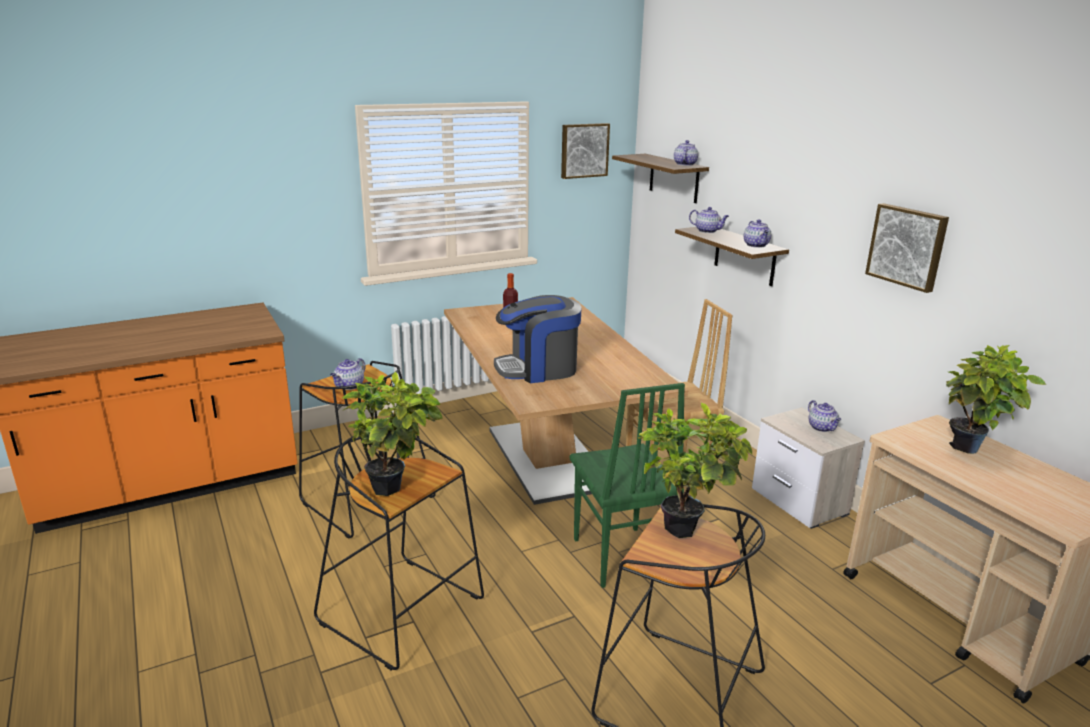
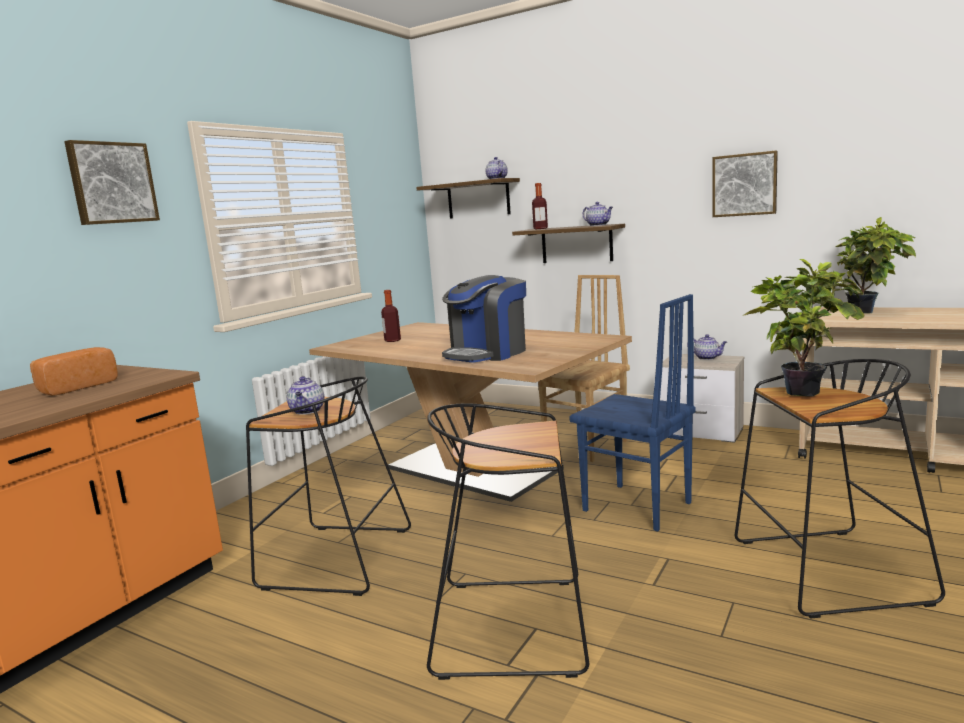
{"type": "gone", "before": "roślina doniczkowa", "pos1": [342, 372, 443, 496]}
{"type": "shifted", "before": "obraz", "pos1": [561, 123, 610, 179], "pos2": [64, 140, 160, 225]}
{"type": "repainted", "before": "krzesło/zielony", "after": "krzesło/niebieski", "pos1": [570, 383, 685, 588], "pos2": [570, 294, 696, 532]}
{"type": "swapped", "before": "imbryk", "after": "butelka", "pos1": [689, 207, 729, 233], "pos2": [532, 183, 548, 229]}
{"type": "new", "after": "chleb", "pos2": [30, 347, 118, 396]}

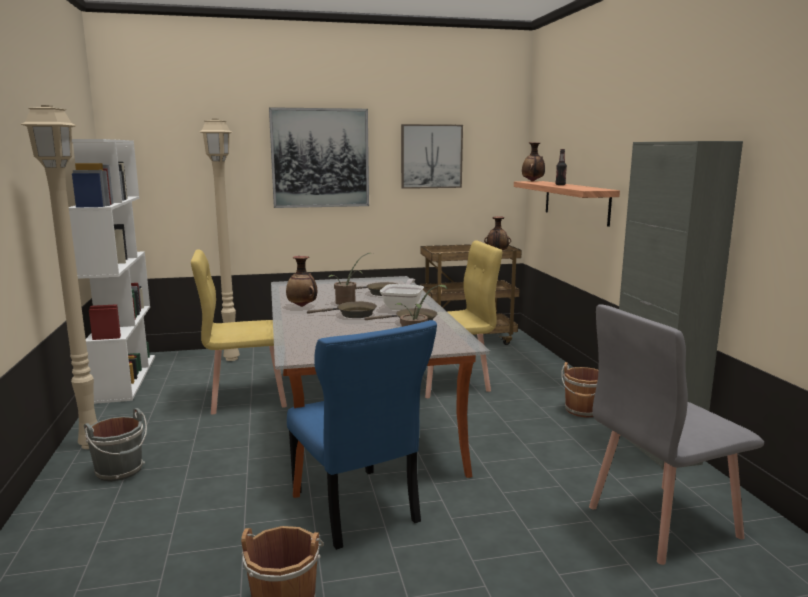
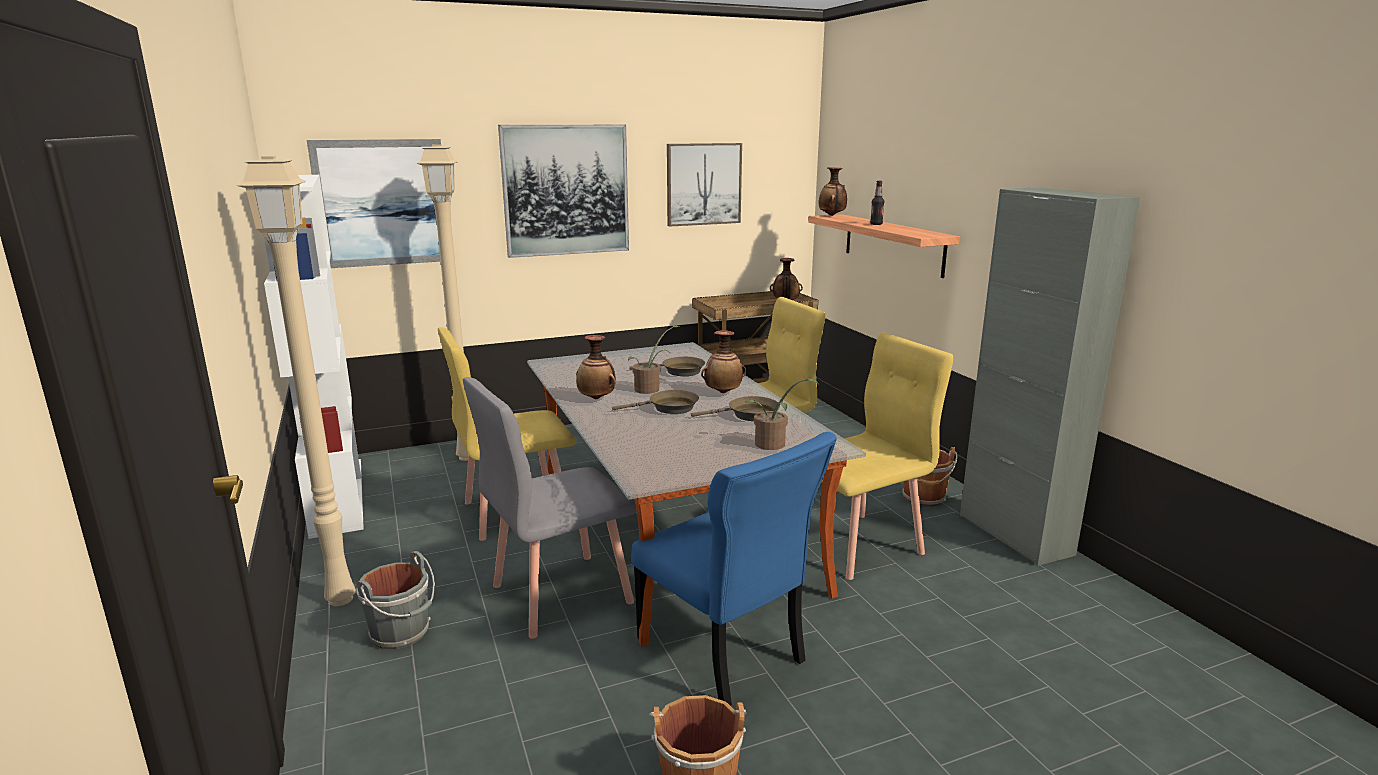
{"type": "swapped", "before": "patelnia", "after": "wazon", "pos1": [380, 279, 424, 310], "pos2": [701, 330, 746, 393]}
{"type": "shifted", "before": "krzesło/szary", "pos1": [589, 304, 764, 565], "pos2": [463, 377, 637, 639]}
{"type": "new", "after": "obraz", "pos2": [307, 139, 441, 268]}
{"type": "new", "after": "krzesło/żółty", "pos2": [822, 333, 953, 580]}

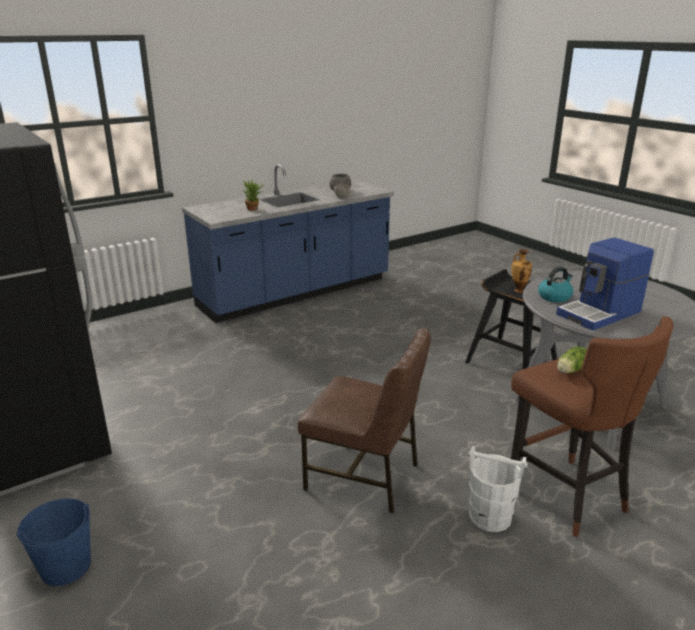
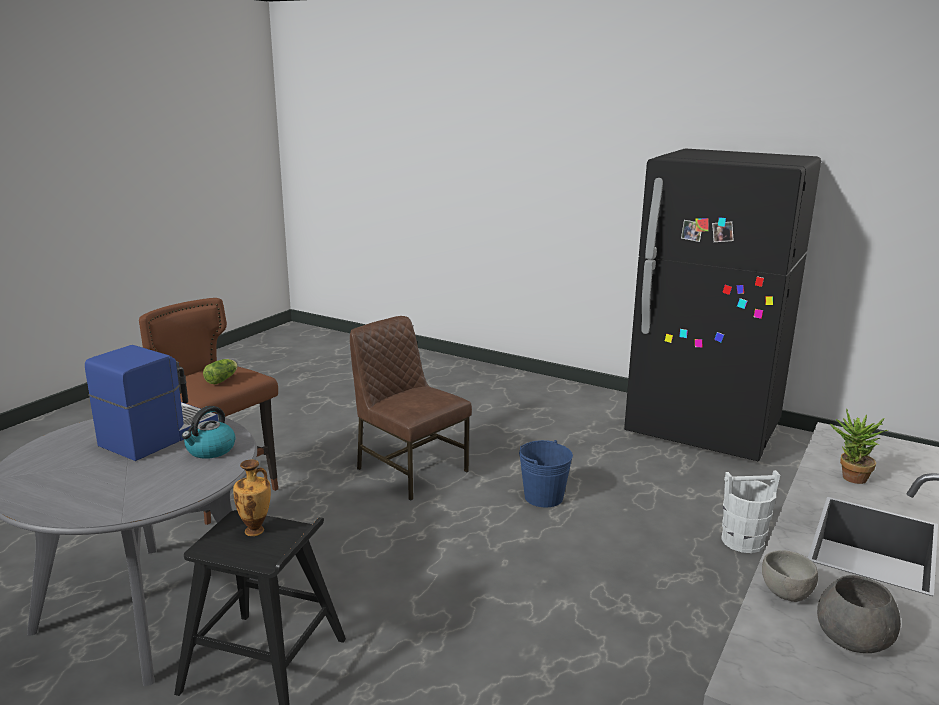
{"type": "shifted", "before": "wiadro/niebieski", "pos1": [16, 499, 91, 586], "pos2": [519, 440, 573, 507]}
{"type": "rotated", "before": "krzesło/brązowy", "pos1": [298, 328, 431, 513], "pos2": [350, 316, 472, 500], "turn": 45}
{"type": "shifted", "before": "wiadro/biały", "pos1": [469, 446, 527, 532], "pos2": [721, 470, 780, 553]}

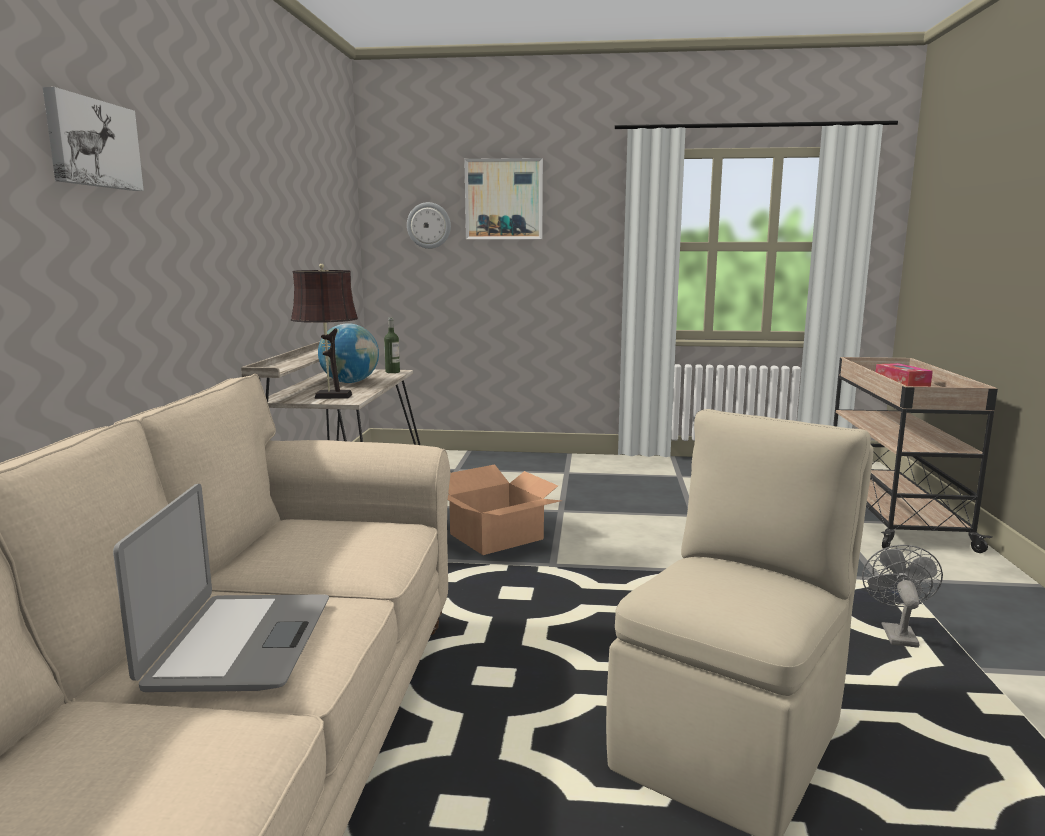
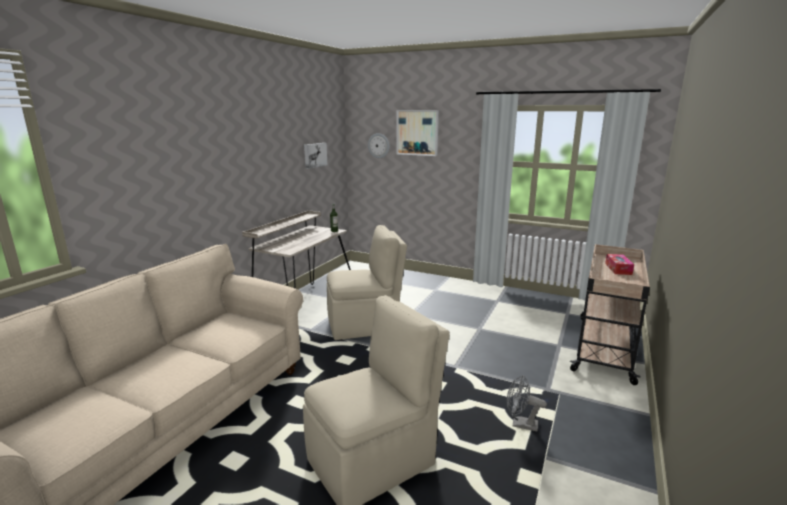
{"type": "shifted", "before": "obraz", "pos1": [43, 87, 144, 191], "pos2": [304, 143, 327, 169]}
{"type": "gone", "before": "laptop", "pos1": [113, 484, 329, 692]}
{"type": "gone", "before": "lampa stołowa/brązowy", "pos1": [291, 264, 358, 399]}
{"type": "gone", "before": "globus", "pos1": [318, 323, 379, 383]}
{"type": "swapped", "before": "karton", "after": "krzesło/beżowy", "pos1": [448, 464, 562, 555], "pos2": [327, 225, 407, 340]}
{"type": "rotated", "before": "wentylator/szary", "pos1": [862, 545, 943, 648], "pos2": [507, 375, 547, 431], "turn": -105}

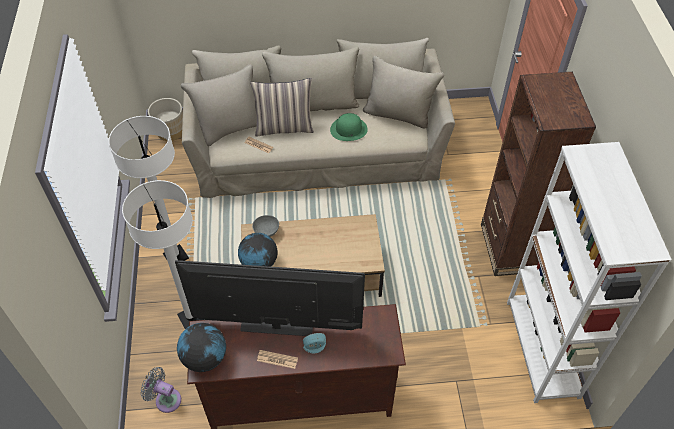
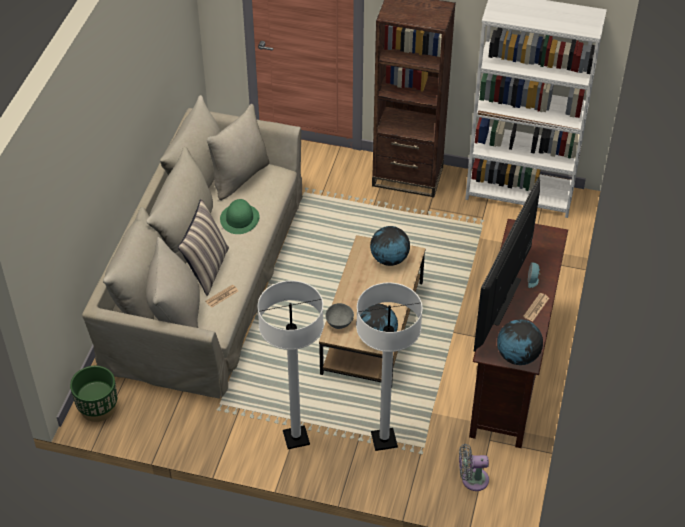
{"type": "rotated", "before": "wentylator/szary", "pos1": [141, 367, 181, 413], "pos2": [459, 444, 489, 491], "turn": 45}
{"type": "repainted", "before": "donica/beżowy", "after": "donica/zielony", "pos1": [148, 98, 183, 141], "pos2": [70, 366, 117, 422]}
{"type": "new", "after": "globus", "pos2": [370, 226, 410, 266]}

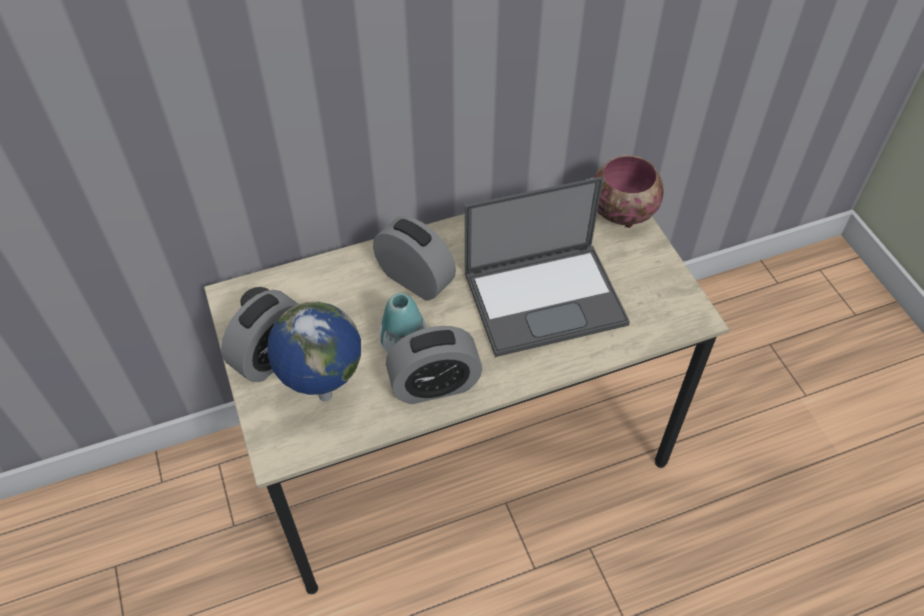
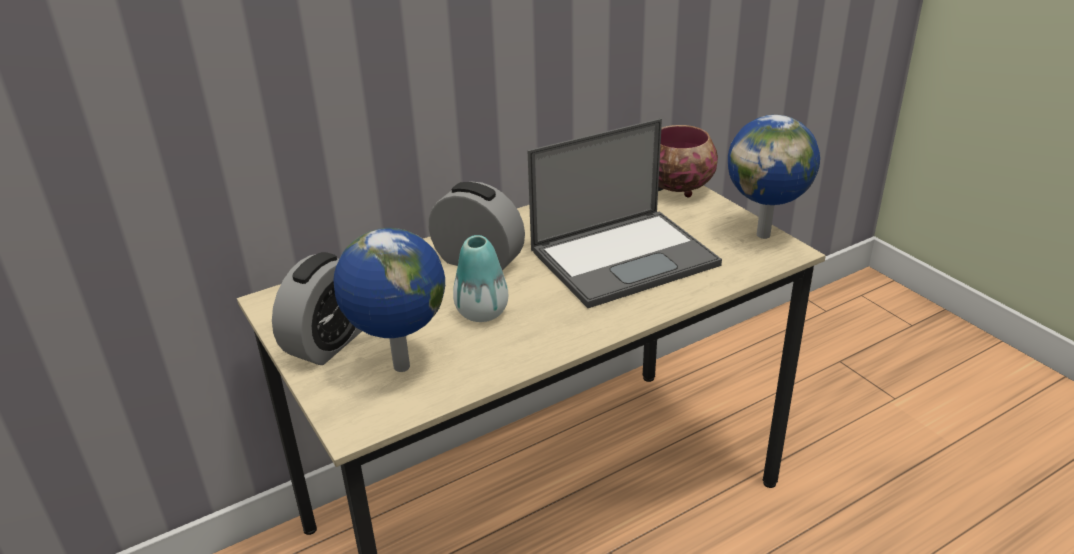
{"type": "gone", "before": "budzik", "pos1": [386, 326, 482, 404]}
{"type": "new", "after": "globus", "pos2": [728, 115, 820, 239]}

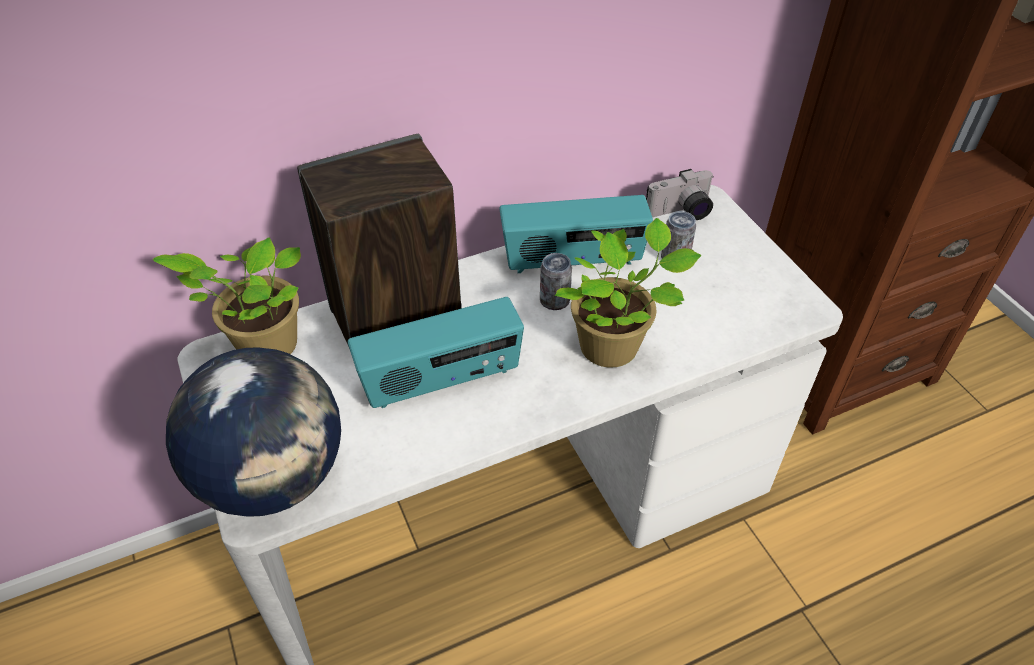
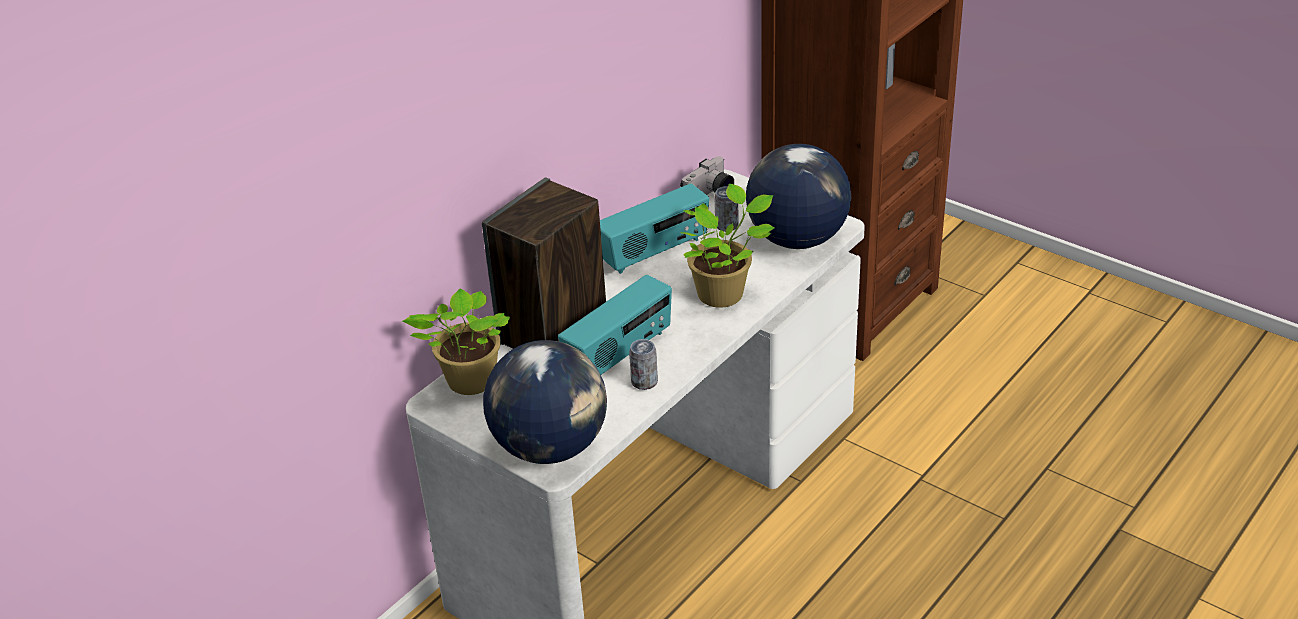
{"type": "shifted", "before": "puszka", "pos1": [540, 253, 572, 310], "pos2": [629, 339, 658, 390]}
{"type": "new", "after": "globus", "pos2": [746, 144, 851, 249]}

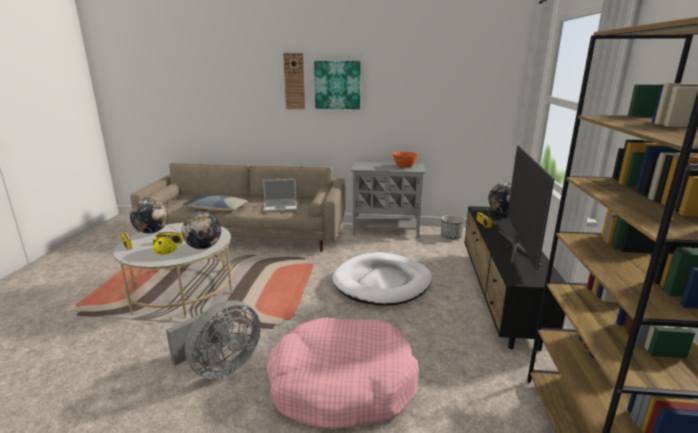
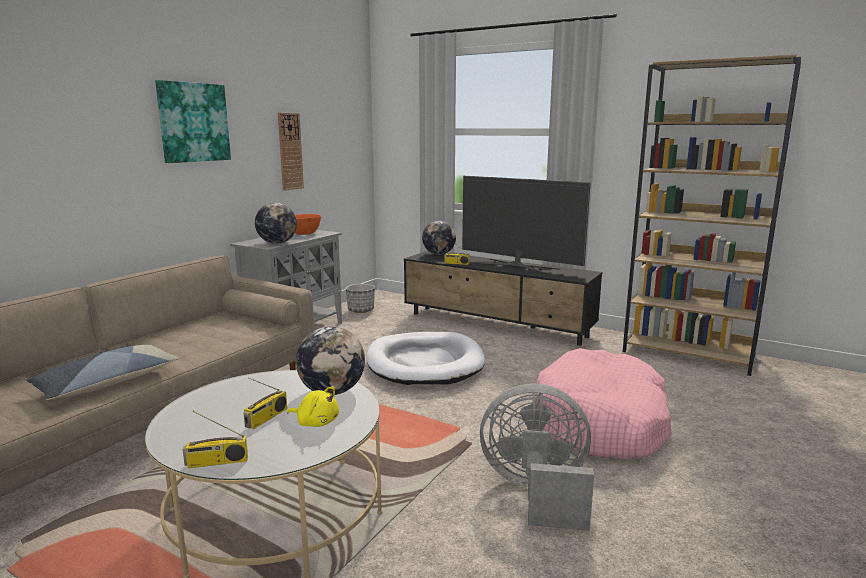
{"type": "shifted", "before": "globus", "pos1": [130, 199, 168, 233], "pos2": [255, 203, 297, 244]}
{"type": "rotated", "before": "wentylator/szary", "pos1": [166, 300, 260, 379], "pos2": [480, 384, 594, 531], "turn": -60}
{"type": "gone", "before": "laptop", "pos1": [263, 179, 297, 212]}
{"type": "shifted", "before": "zegar ścienny", "pos1": [283, 53, 306, 109], "pos2": [278, 113, 304, 191]}

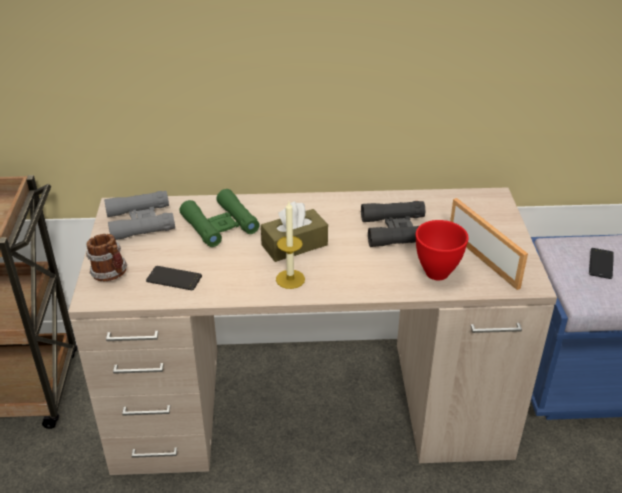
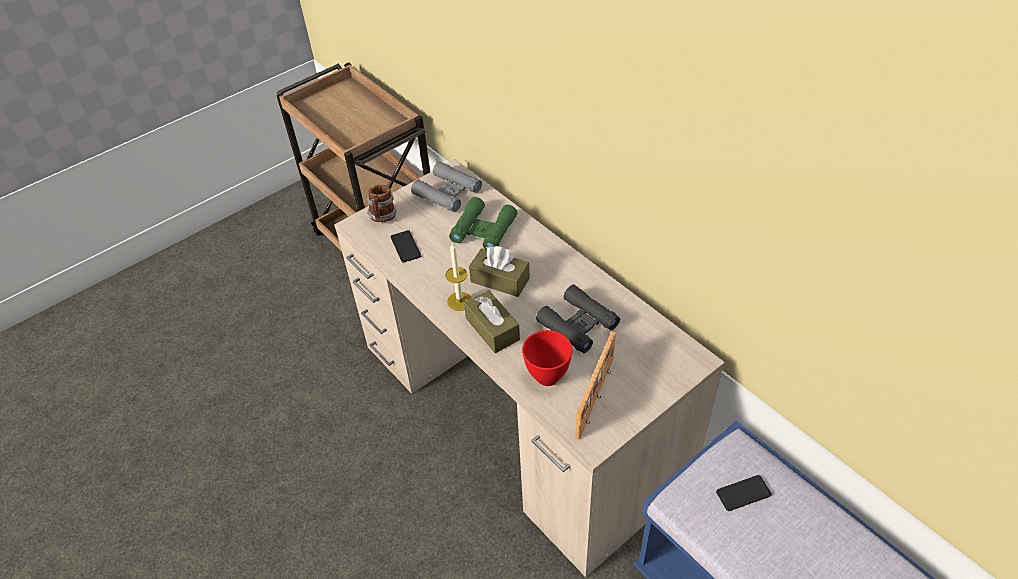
{"type": "new", "after": "pudełko chusteczek/brązowy", "pos2": [464, 290, 520, 353]}

